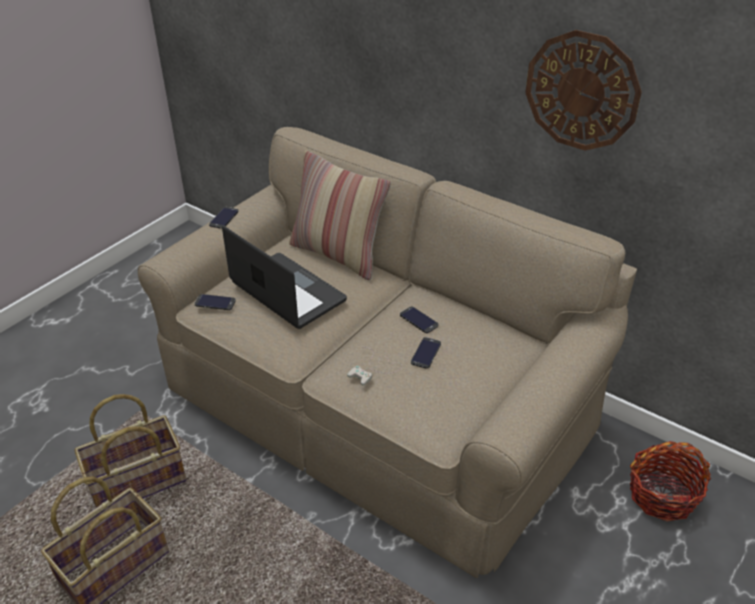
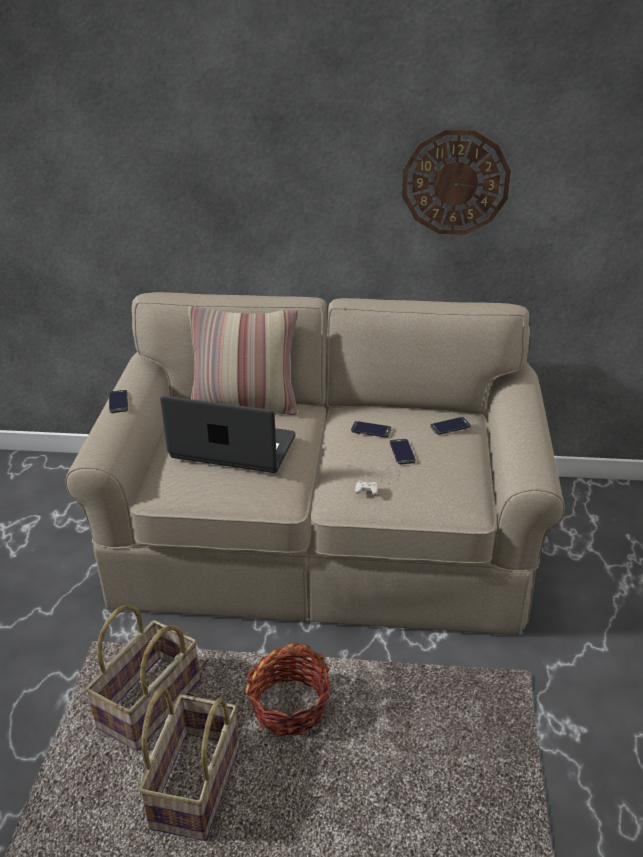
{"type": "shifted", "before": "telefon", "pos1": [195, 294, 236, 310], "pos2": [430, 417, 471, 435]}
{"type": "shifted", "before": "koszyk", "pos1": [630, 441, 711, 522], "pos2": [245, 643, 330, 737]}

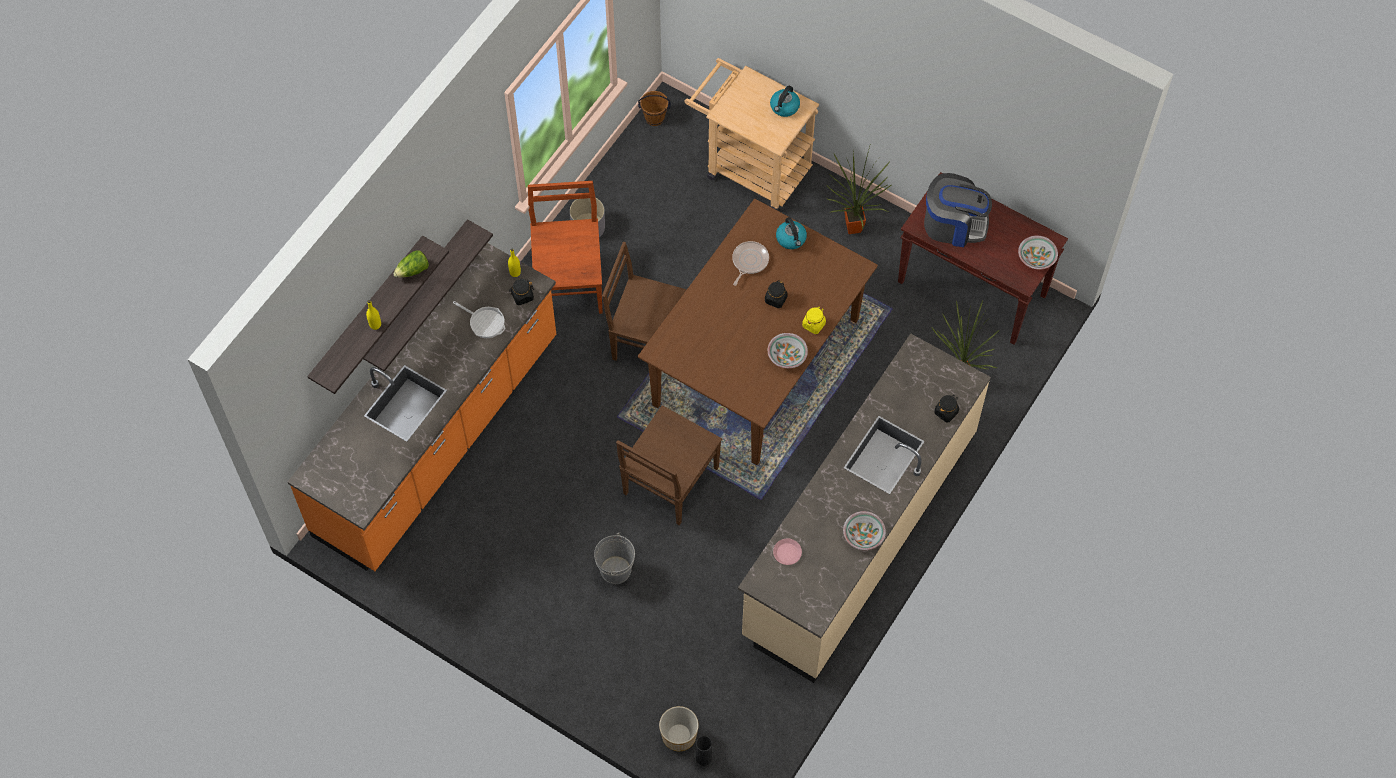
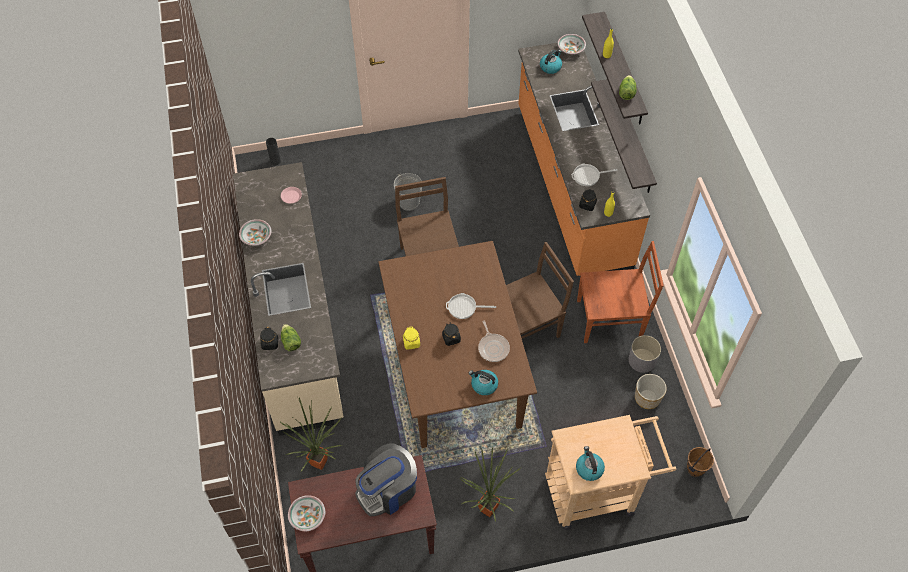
{"type": "rotated", "before": "krzesło/brązowy", "pos1": [528, 181, 602, 314], "pos2": [577, 241, 664, 343], "turn": -45}
{"type": "shifted", "before": "donica", "pos1": [659, 706, 699, 751], "pos2": [635, 374, 667, 409]}
{"type": "shifted", "before": "miska", "pos1": [767, 333, 808, 368], "pos2": [557, 34, 586, 54]}
{"type": "new", "after": "sałata", "pos2": [281, 324, 301, 351]}
{"type": "new", "after": "patelnia", "pos2": [446, 293, 496, 319]}
{"type": "new", "after": "czajnik", "pos2": [540, 50, 562, 74]}

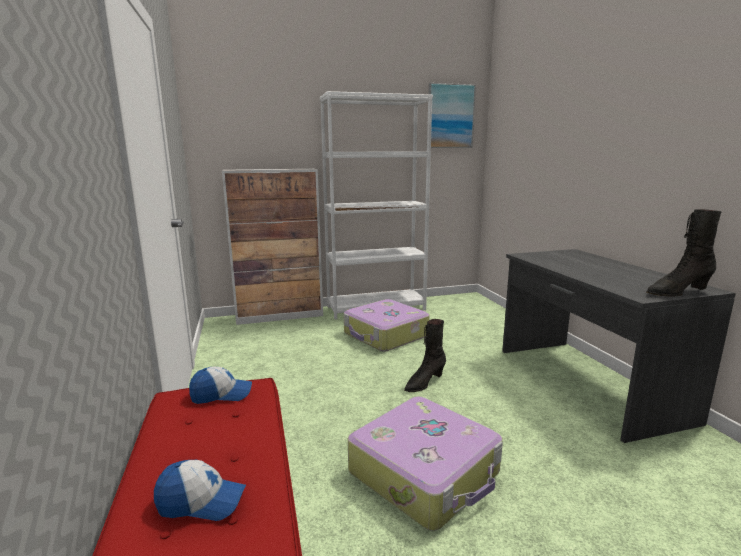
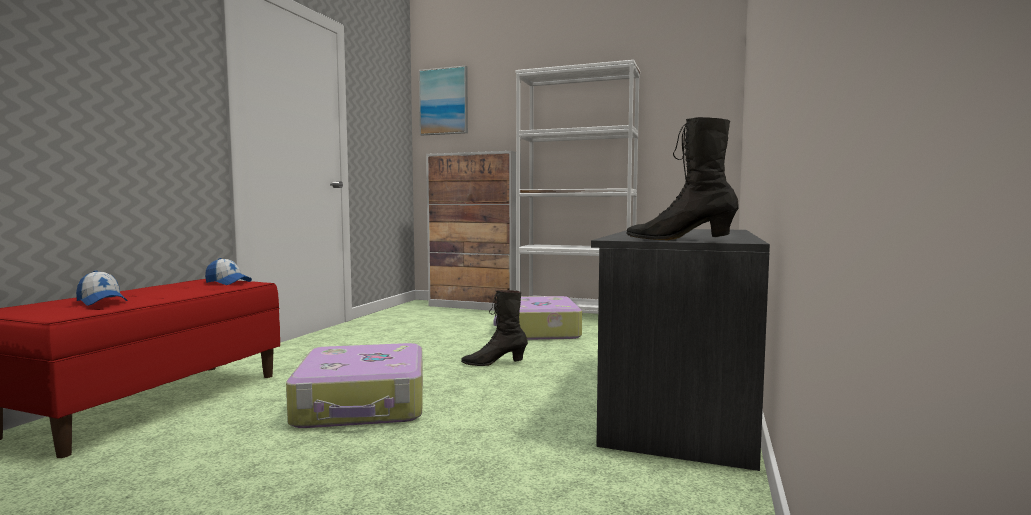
{"type": "shifted", "before": "obraz", "pos1": [429, 83, 476, 148], "pos2": [419, 66, 468, 135]}

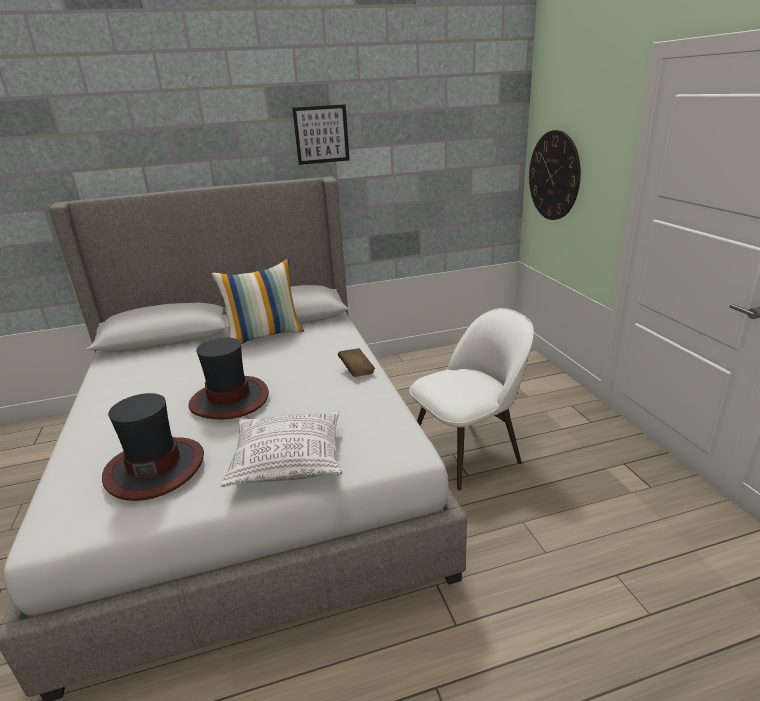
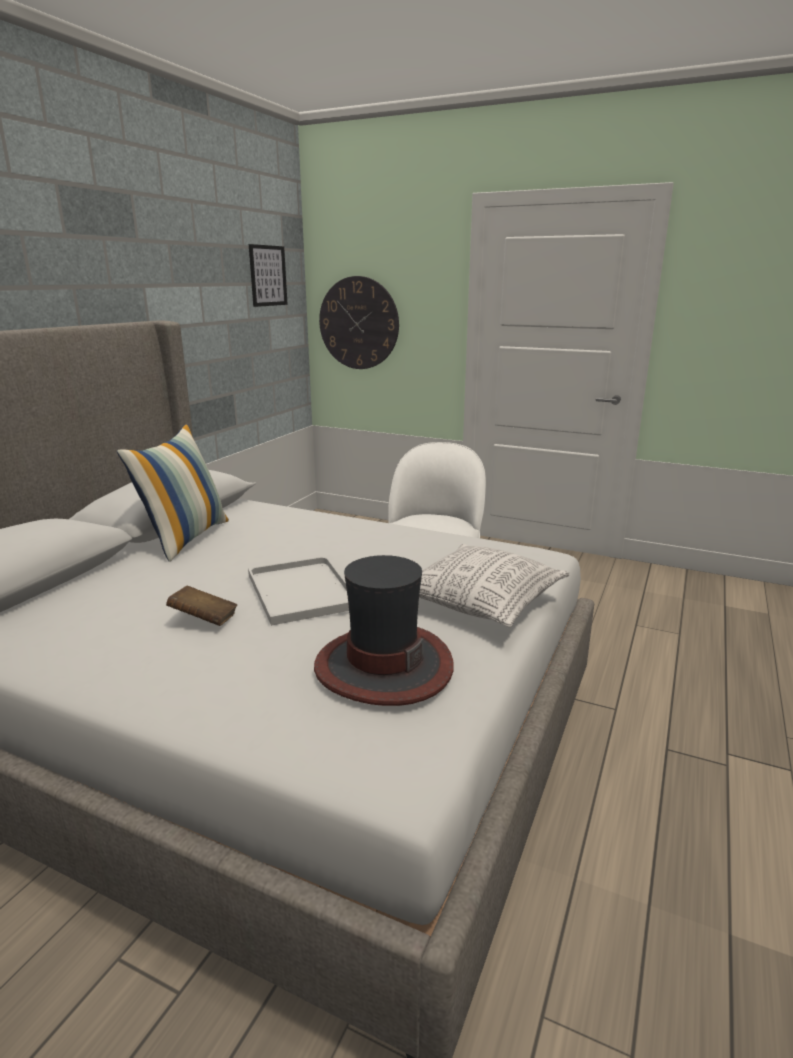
{"type": "swapped", "before": "kapelusz", "after": "taca/biały", "pos1": [188, 338, 269, 419], "pos2": [248, 556, 349, 626]}
{"type": "shifted", "before": "obraz", "pos1": [292, 104, 350, 165], "pos2": [249, 244, 288, 307]}
{"type": "shifted", "before": "książka/brązowy", "pos1": [338, 348, 375, 377], "pos2": [166, 586, 237, 626]}

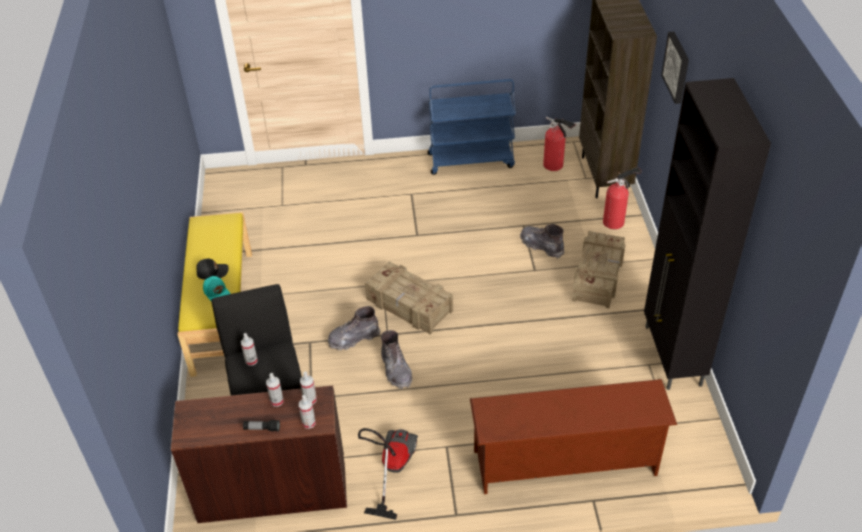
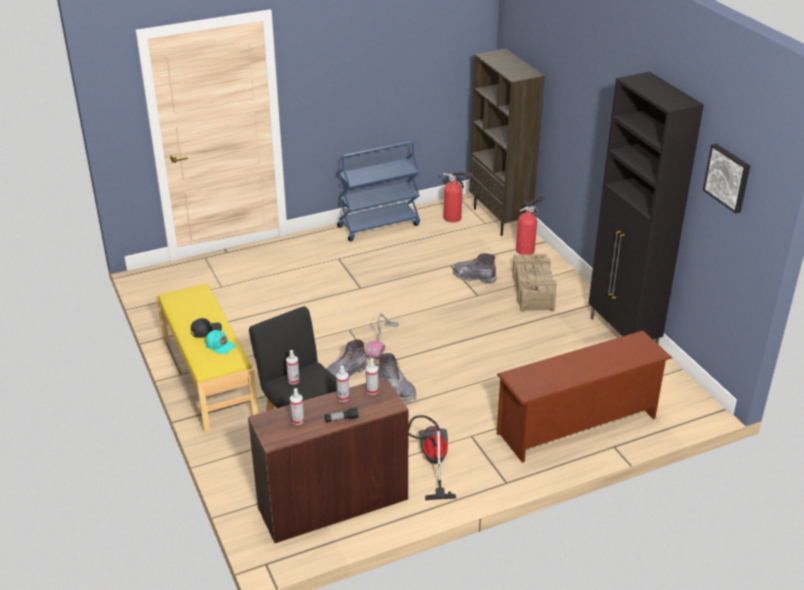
{"type": "shifted", "before": "spryskiwacz", "pos1": [299, 395, 316, 429], "pos2": [290, 388, 304, 425]}
{"type": "swapped", "before": "skrzynka", "after": "odkurzacz", "pos1": [365, 262, 453, 334], "pos2": [365, 313, 399, 359]}
{"type": "shifted", "before": "obraz", "pos1": [661, 32, 689, 104], "pos2": [703, 144, 750, 214]}

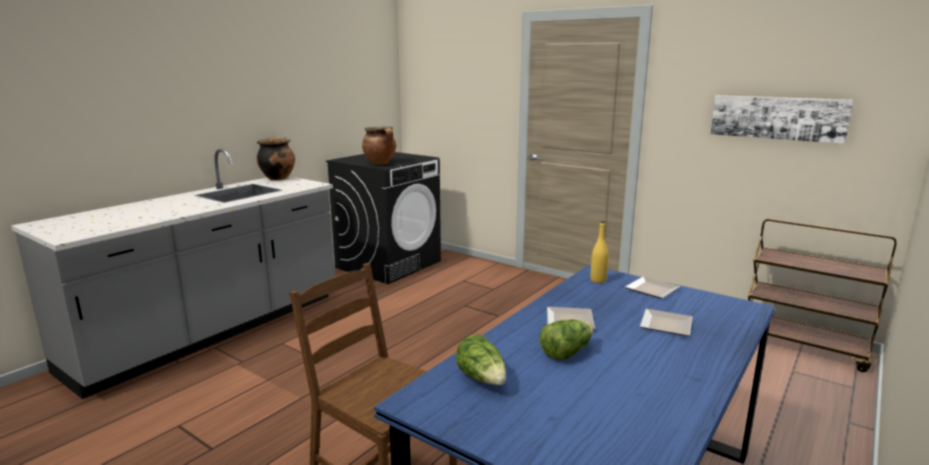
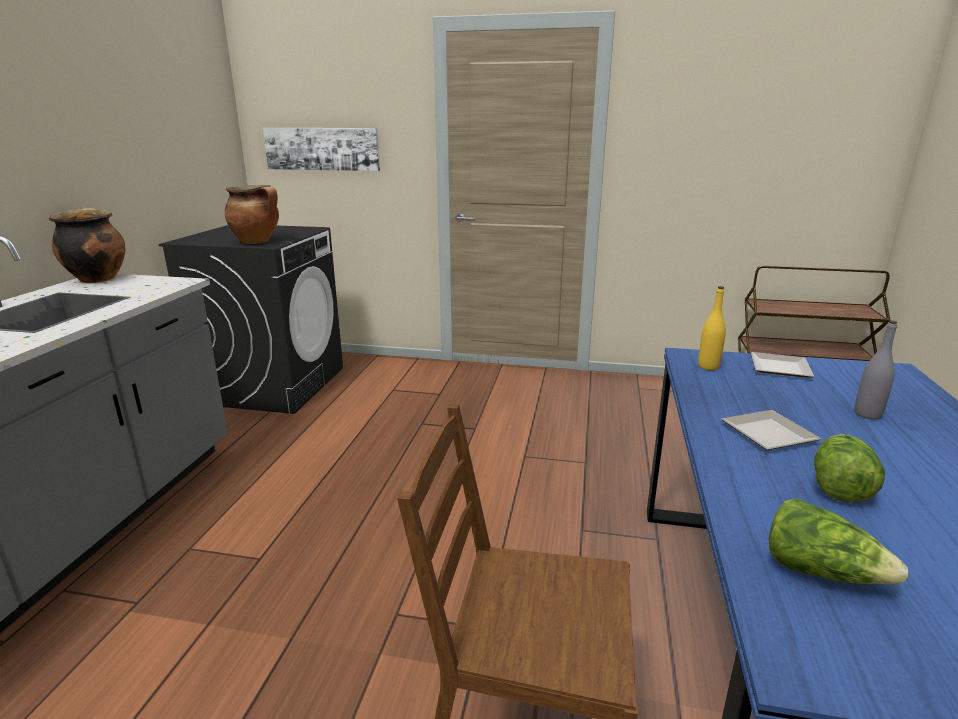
{"type": "swapped", "before": "talerz", "after": "butelka/szary", "pos1": [640, 309, 692, 336], "pos2": [854, 320, 897, 420]}
{"type": "shifted", "before": "obraz", "pos1": [710, 95, 853, 144], "pos2": [263, 128, 380, 171]}

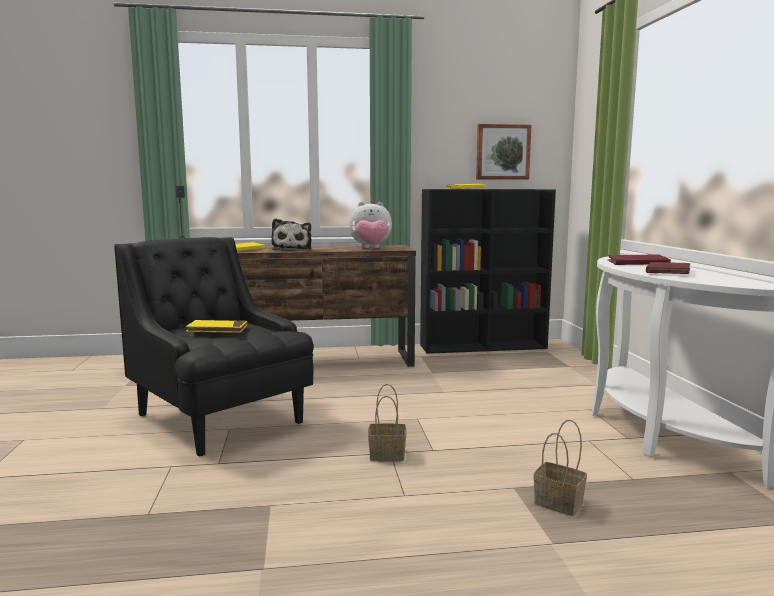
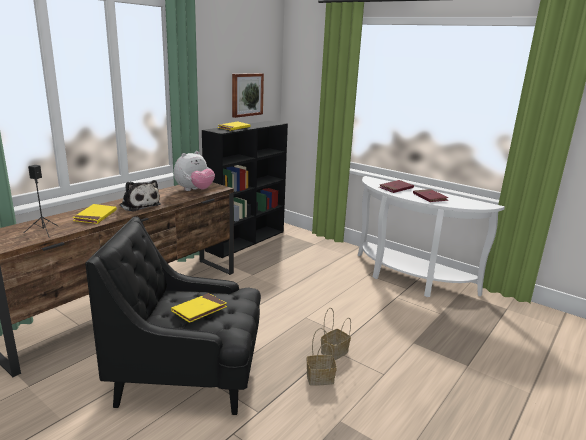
{"type": "shifted", "before": "koszyk", "pos1": [534, 420, 587, 516], "pos2": [306, 328, 337, 386]}

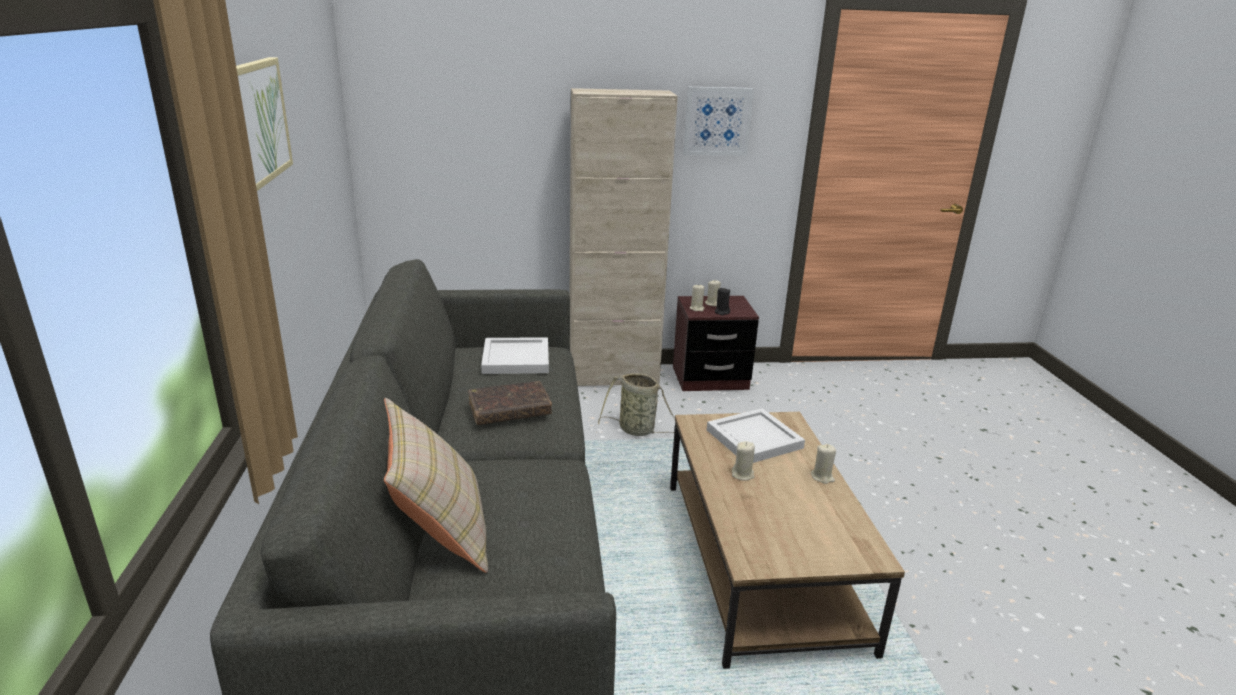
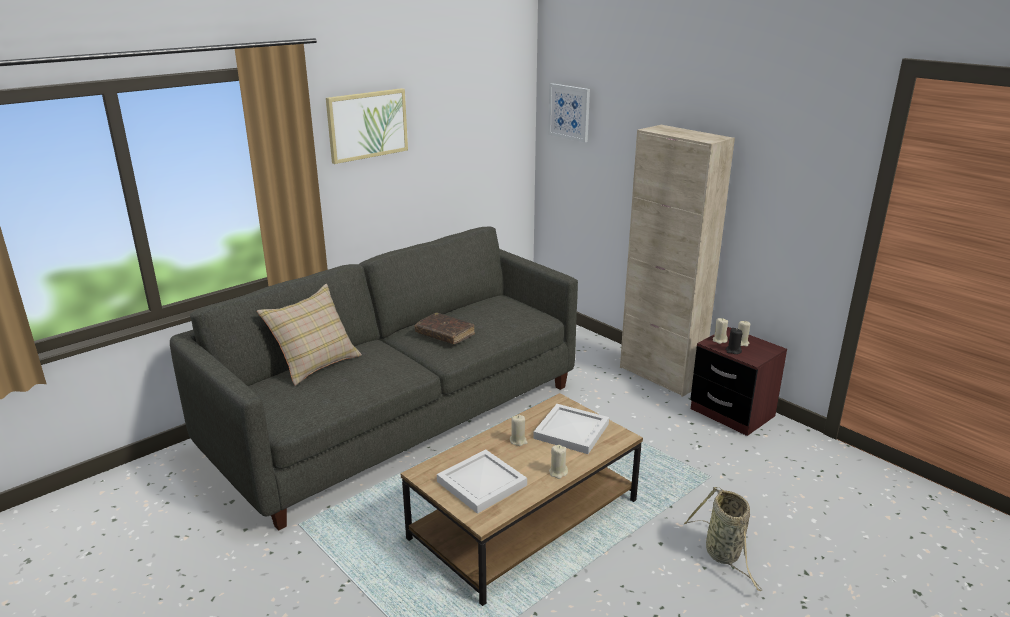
{"type": "shifted", "before": "taca/biały", "pos1": [481, 337, 549, 374], "pos2": [437, 449, 527, 514]}
{"type": "shifted", "before": "koszyk", "pos1": [598, 373, 675, 436], "pos2": [684, 487, 762, 591]}
{"type": "shifted", "before": "obraz", "pos1": [683, 87, 754, 156], "pos2": [548, 83, 590, 142]}

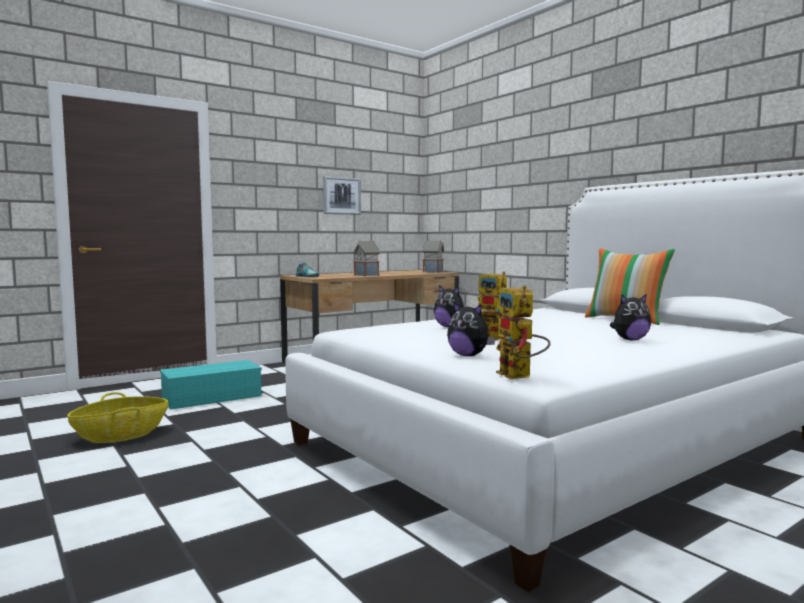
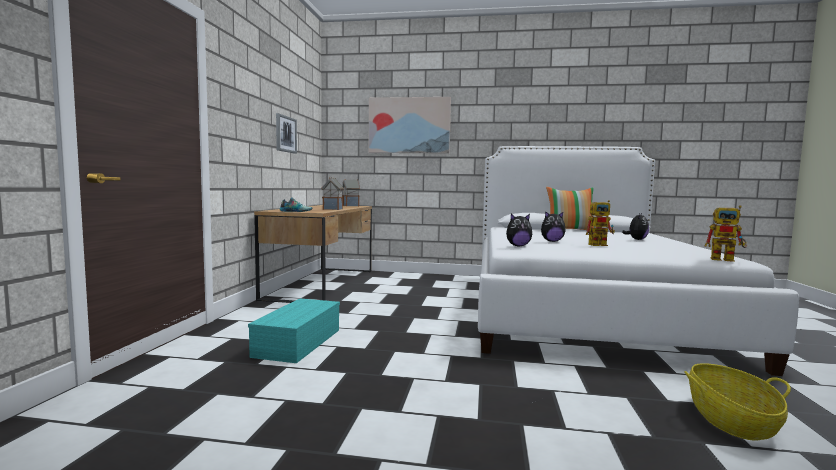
{"type": "shifted", "before": "koszyk", "pos1": [67, 392, 168, 443], "pos2": [684, 363, 791, 441]}
{"type": "shifted", "before": "pluszak", "pos1": [447, 302, 496, 356], "pos2": [506, 214, 532, 247]}
{"type": "new", "after": "obraz", "pos2": [368, 97, 451, 154]}

